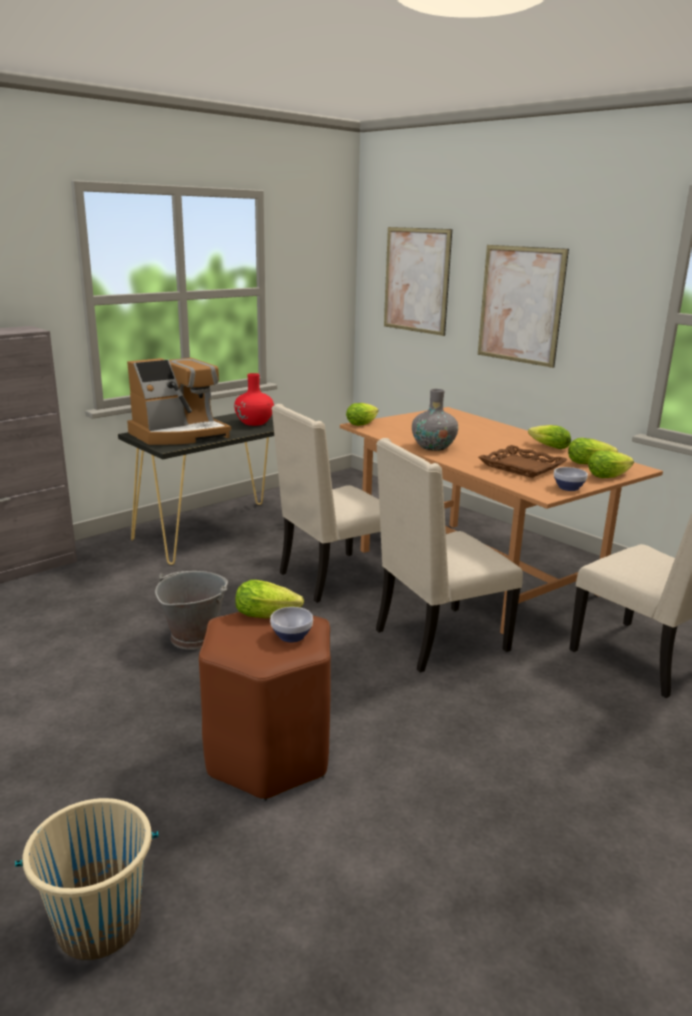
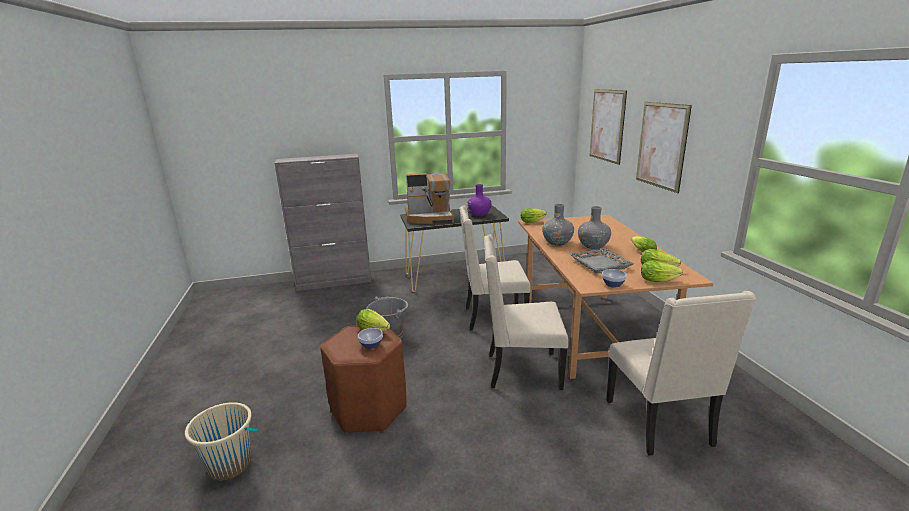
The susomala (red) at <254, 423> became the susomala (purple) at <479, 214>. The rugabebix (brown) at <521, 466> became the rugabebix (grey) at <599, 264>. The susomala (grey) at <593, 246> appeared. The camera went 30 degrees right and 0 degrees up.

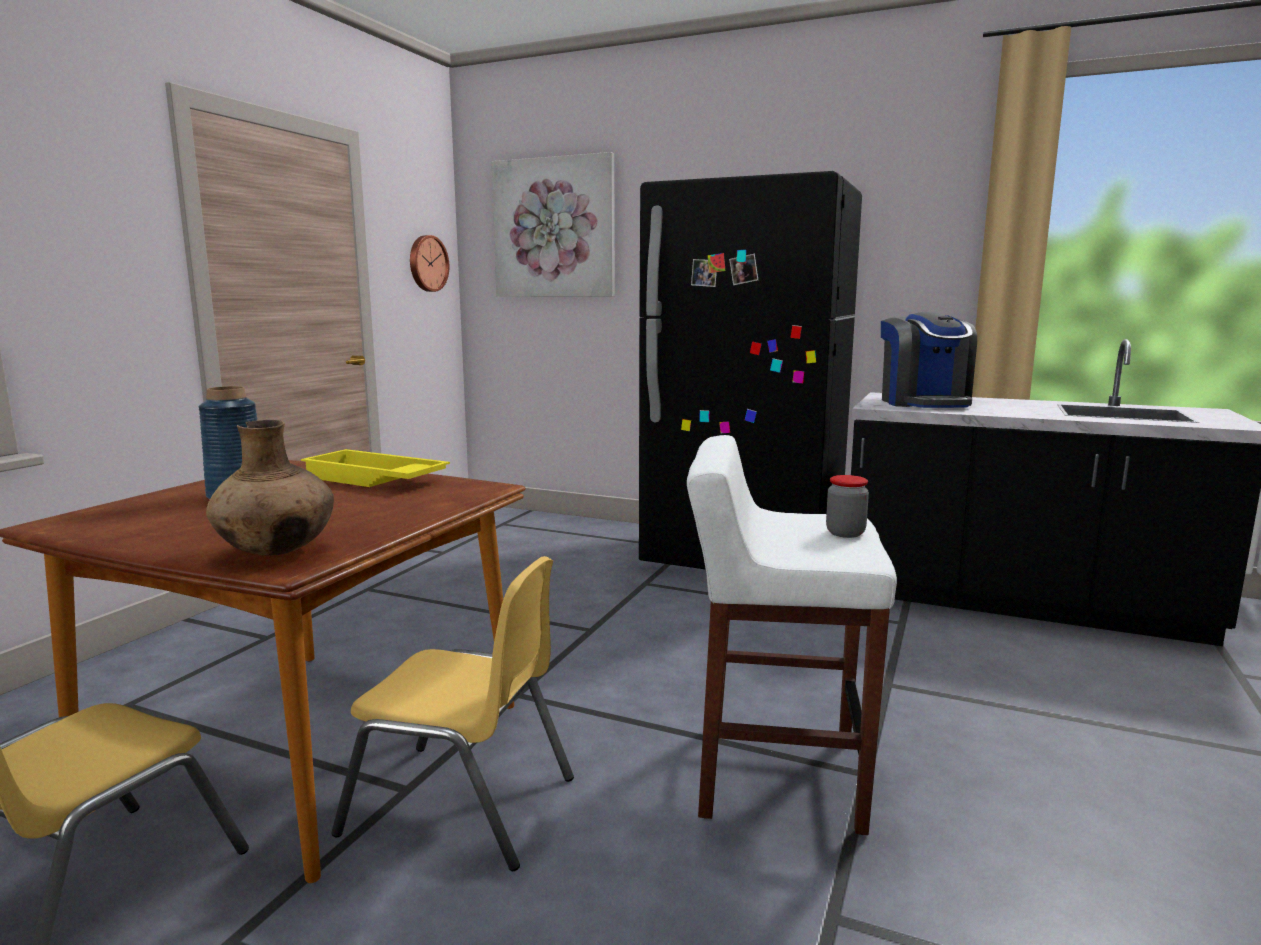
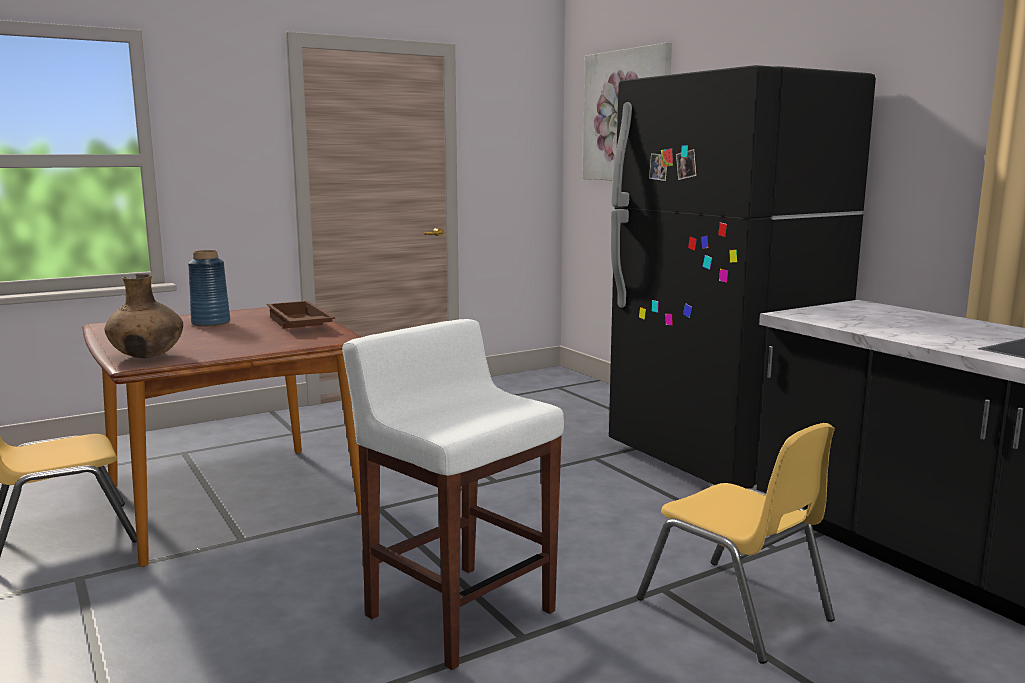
The rugabebix (yellow) at <373, 480> became the rugabebix (brown) at <298, 324>. The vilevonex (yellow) moved from <461, 805> to <734, 610>. The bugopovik at <427, 263> disappeared. The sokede at <845, 533> disappeared. The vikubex at <924, 403> disappeared. The camera went 35 degrees right and 0 degrees up.

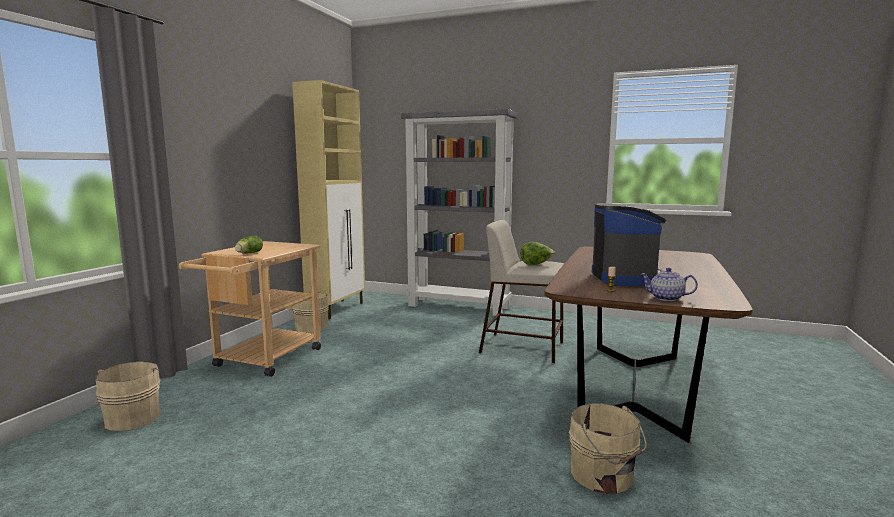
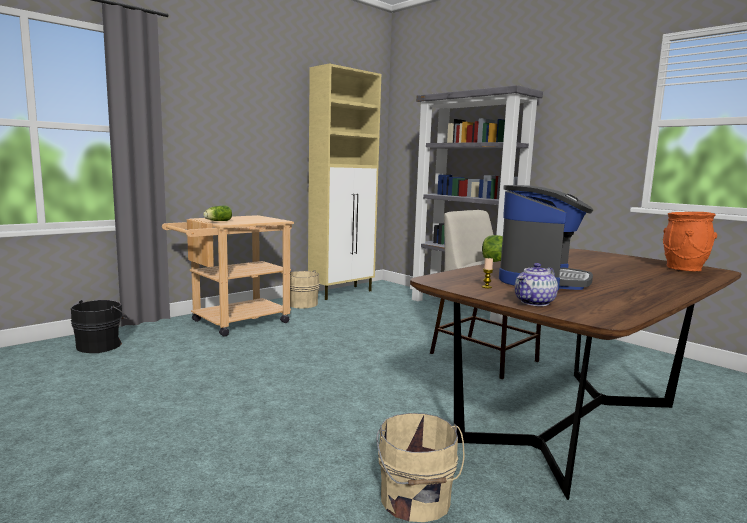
The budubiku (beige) at <134, 417> became the budubiku (black) at <101, 345>. The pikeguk at <666, 298> turned 90 degrees counterclockwise. The susomala (orange) at <684, 268> appeared. The camera went 25 degrees right and 0 degrees up.

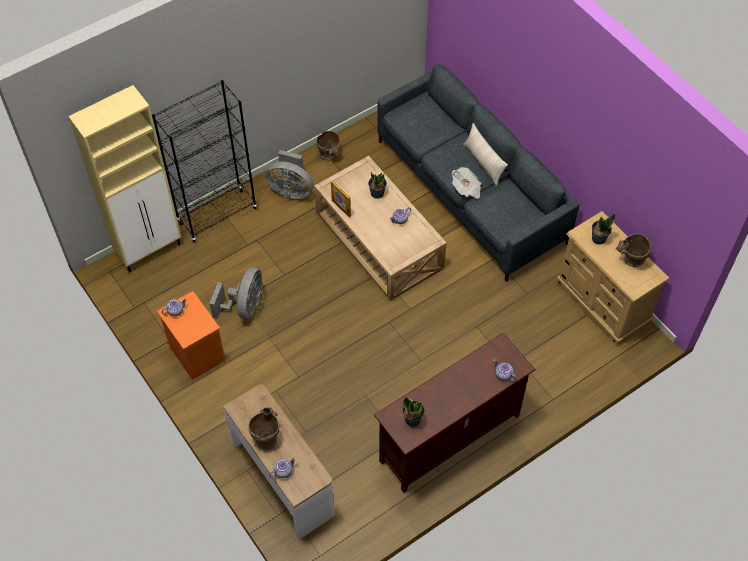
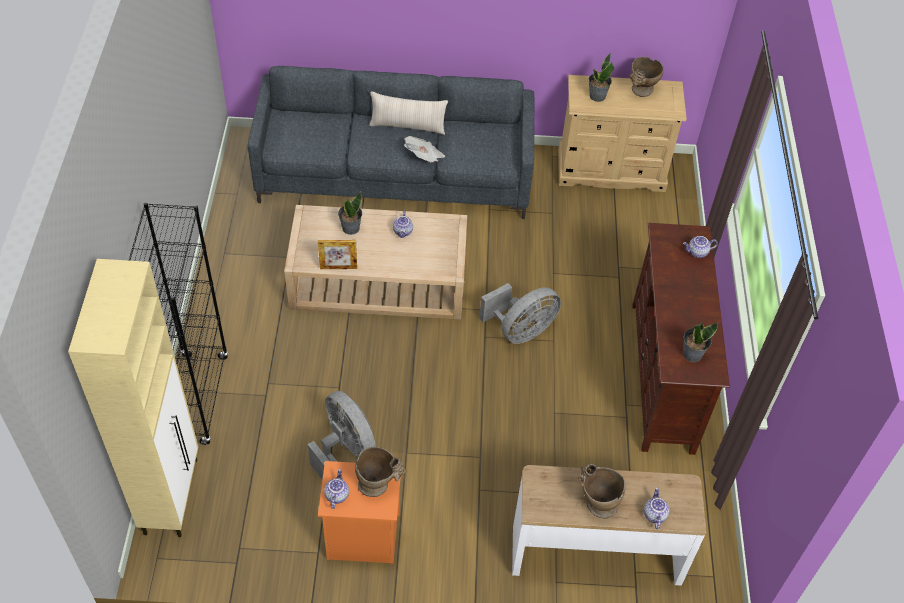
The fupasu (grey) moved from <291, 190> to <521, 330>. The susomala (beige) moved from <329, 156> to <379, 484>. The camera went 55 degrees left and 5 degrees down.

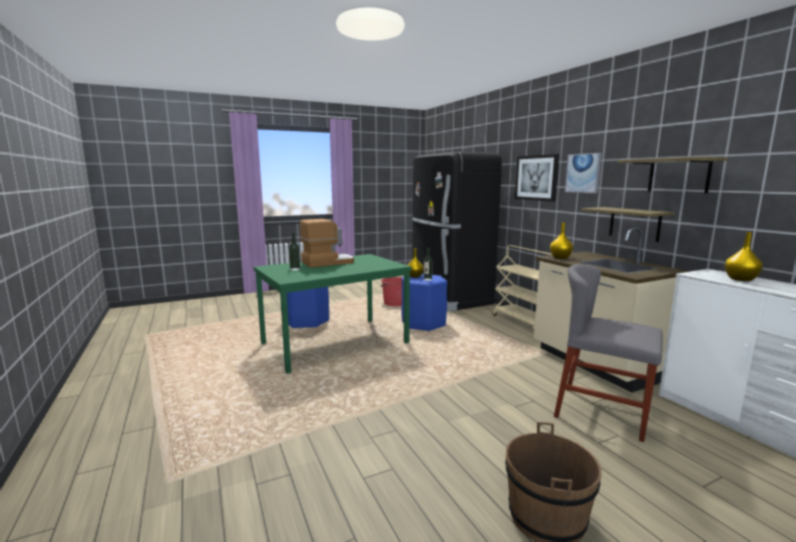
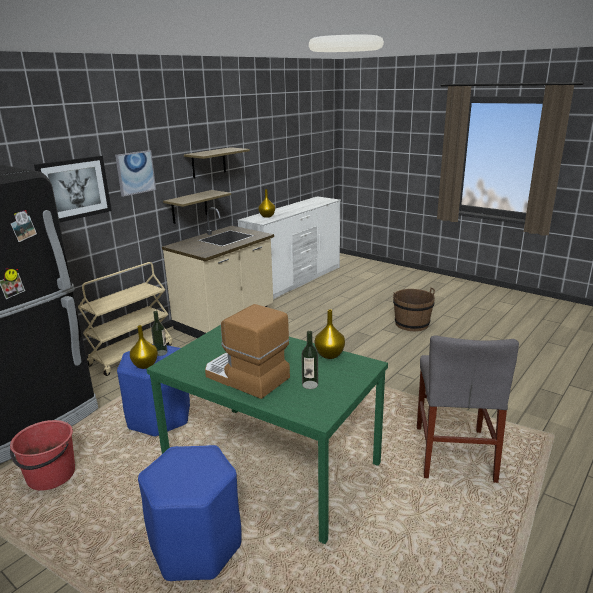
The susomala (yellow) moved from <560, 258> to <329, 355>. The vilevonex (grey) moved from <601, 412> to <453, 453>. The camera went 115 degrees left and 10 degrees up.

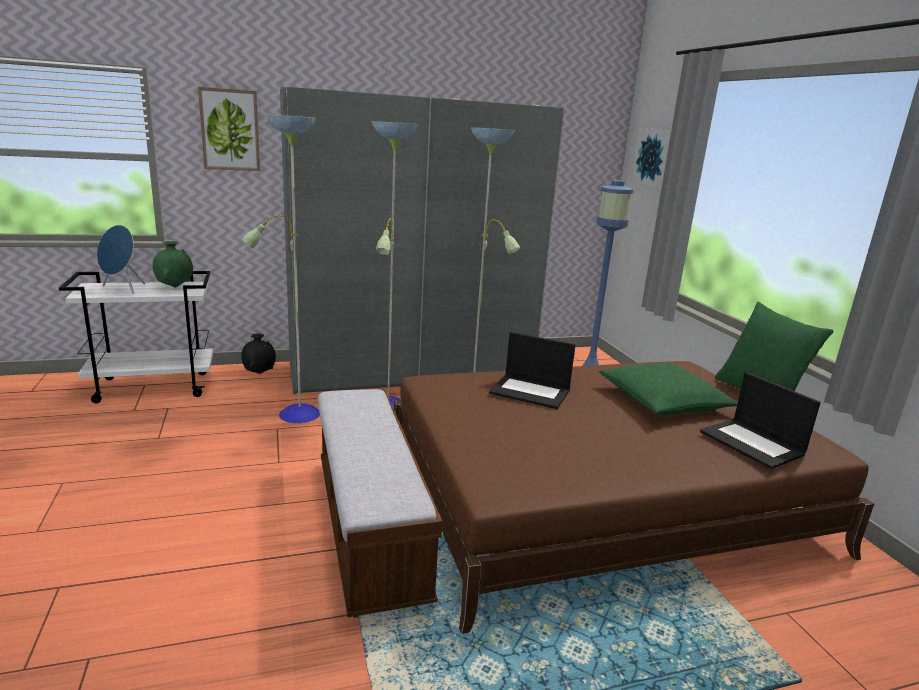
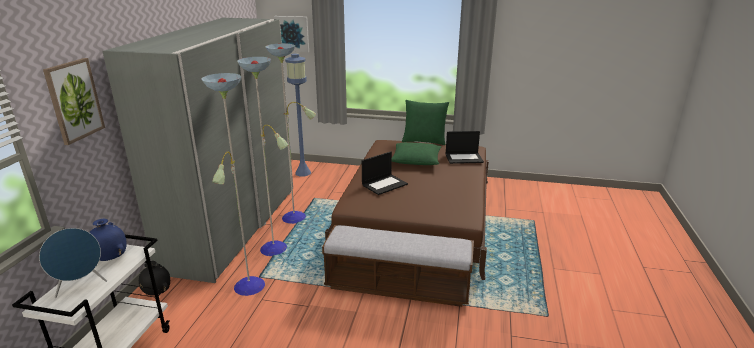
The susomala (green) at <175, 287> became the susomala (blue) at <110, 259>. The camera went 60 degrees left and 5 degrees up.

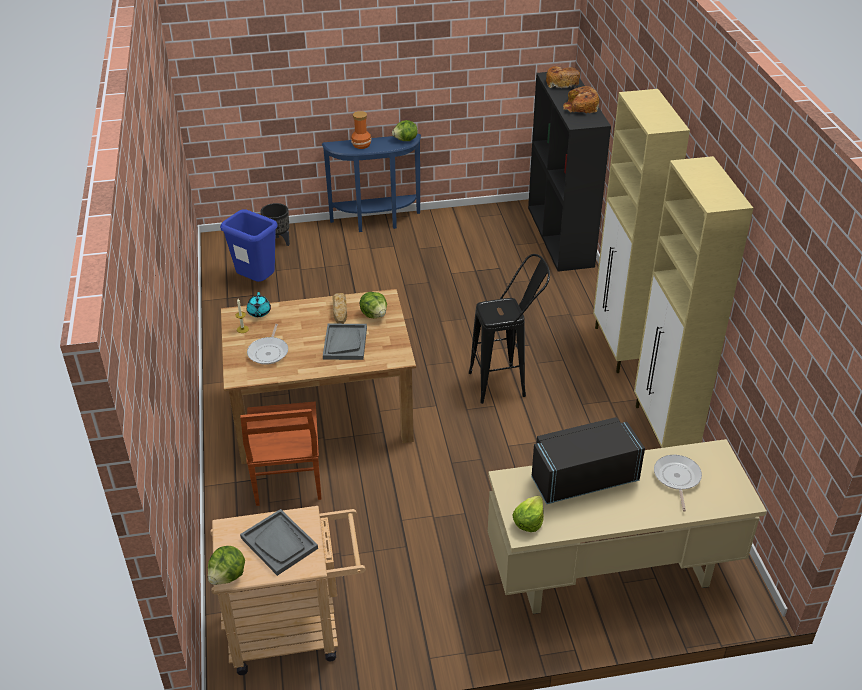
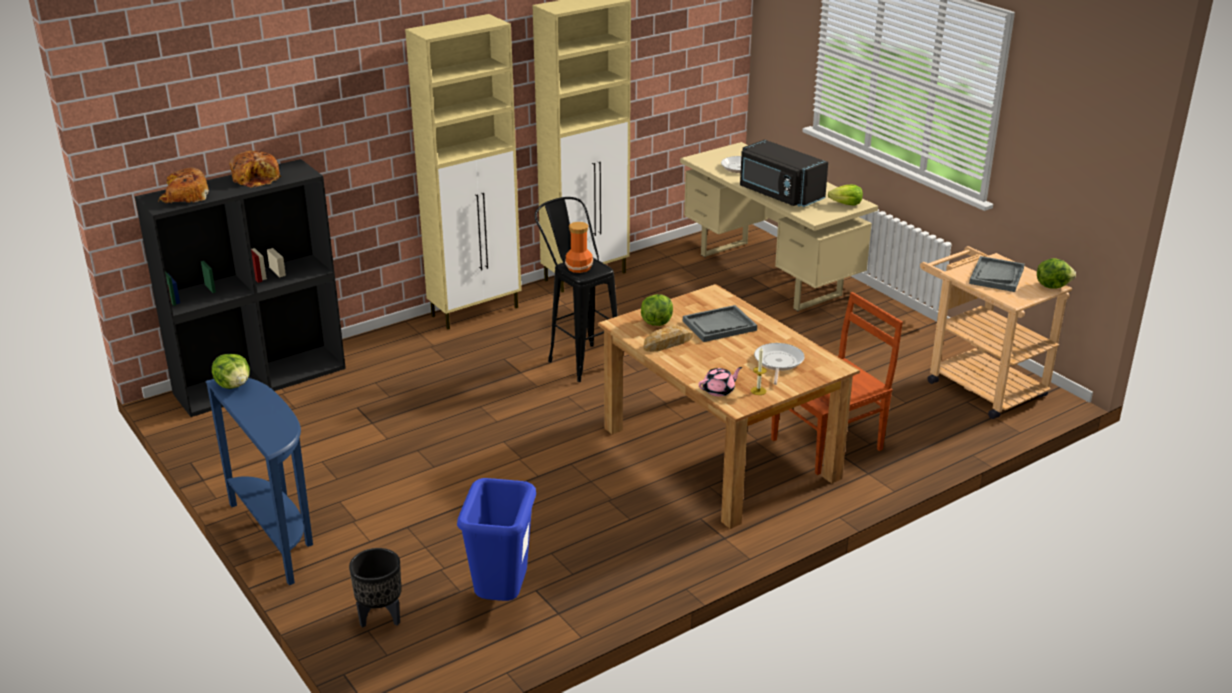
The pikeguk (turquoise) at <259, 312> became the pikeguk (pink) at <719, 390>. The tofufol at <269, 352> turned 60 degrees counterclockwise. The susomala moved from <361, 145> to <579, 267>. The camera went 115 degrees left and 10 degrees down.

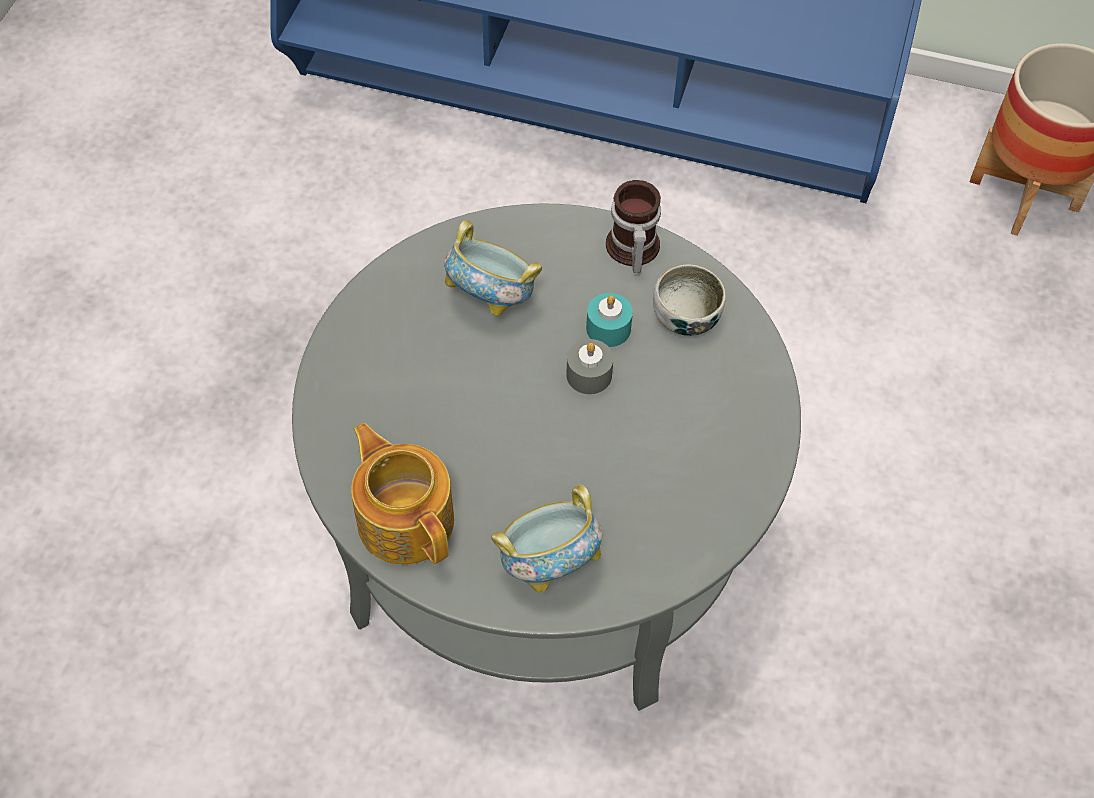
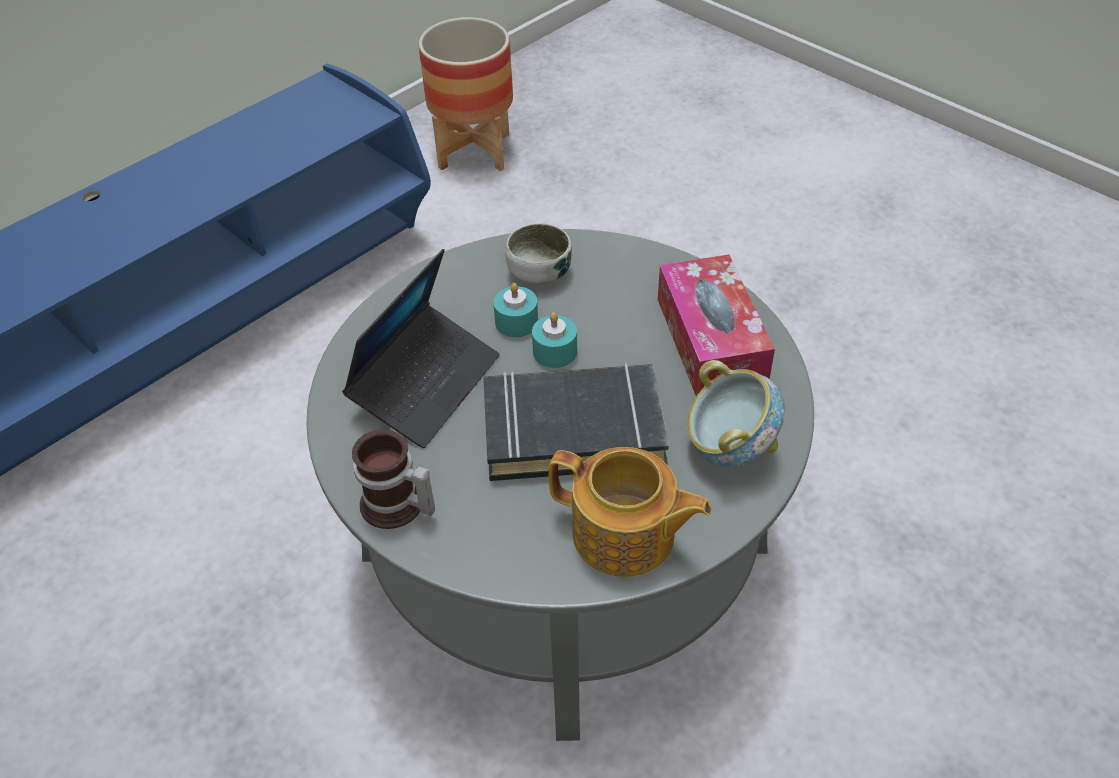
The pikeguk at <405, 518> turned 150 degrees counterclockwise. The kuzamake at <492, 298> was replaced by the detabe at <426, 384>. The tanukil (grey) at <589, 375> became the tanukil (turquoise) at <555, 351>. The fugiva moved from <630, 250> to <396, 508>. The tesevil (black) at <573, 430> appeared. The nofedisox at <711, 340> appeared. The camera went 60 degrees left and 10 degrees down.

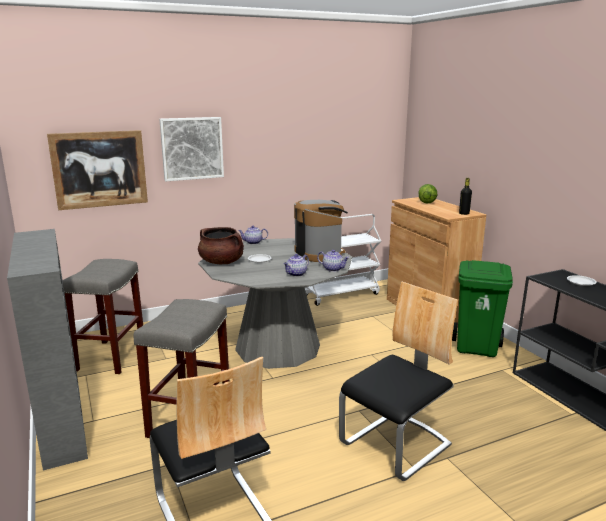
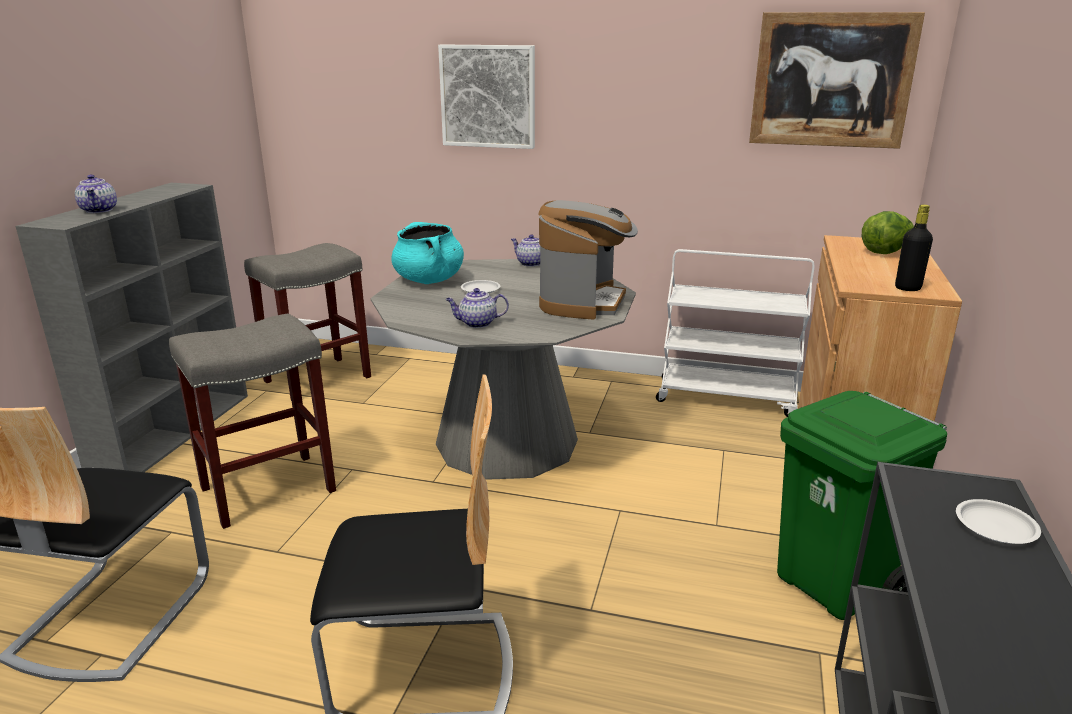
The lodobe moved from <99, 169> to <831, 80>. The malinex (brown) at <222, 262> became the malinex (turquoise) at <429, 280>. The pikeguk moved from <333, 269> to <99, 210>. The camera went 40 degrees right and 5 degrees up.

